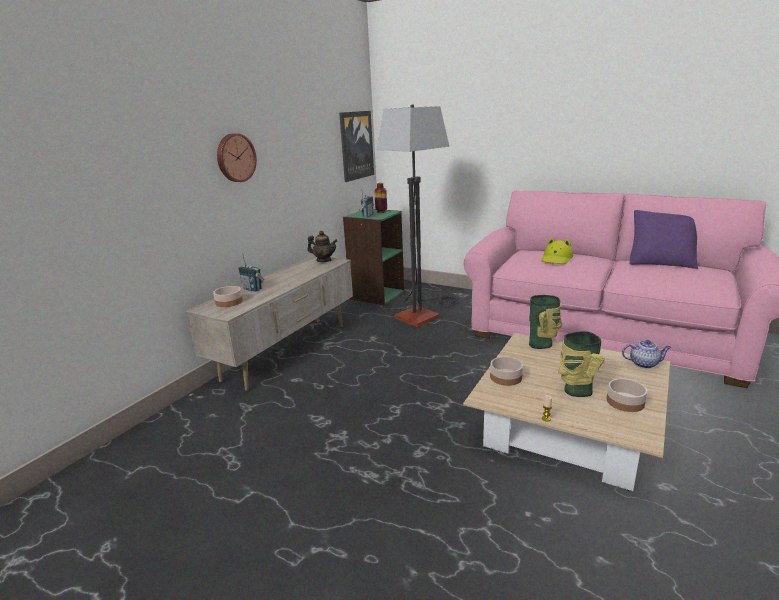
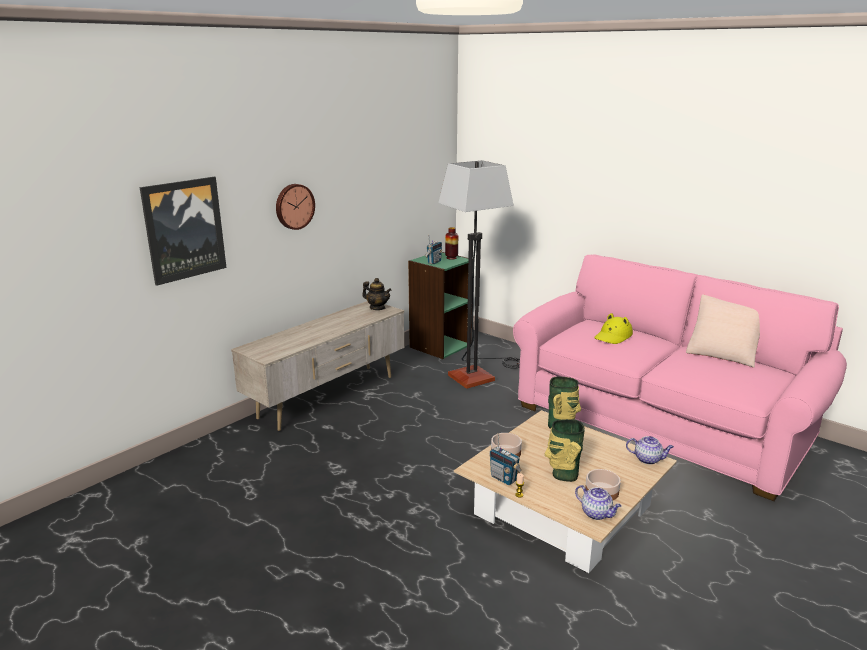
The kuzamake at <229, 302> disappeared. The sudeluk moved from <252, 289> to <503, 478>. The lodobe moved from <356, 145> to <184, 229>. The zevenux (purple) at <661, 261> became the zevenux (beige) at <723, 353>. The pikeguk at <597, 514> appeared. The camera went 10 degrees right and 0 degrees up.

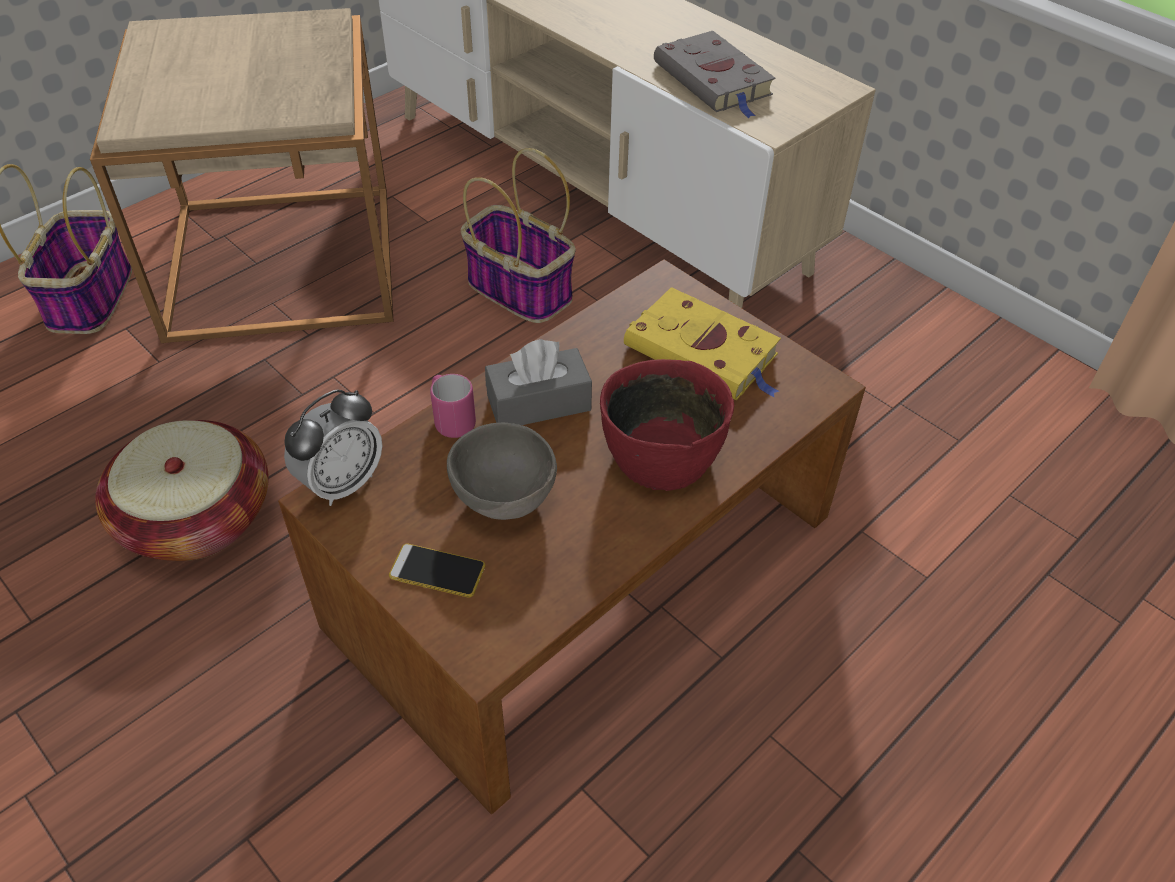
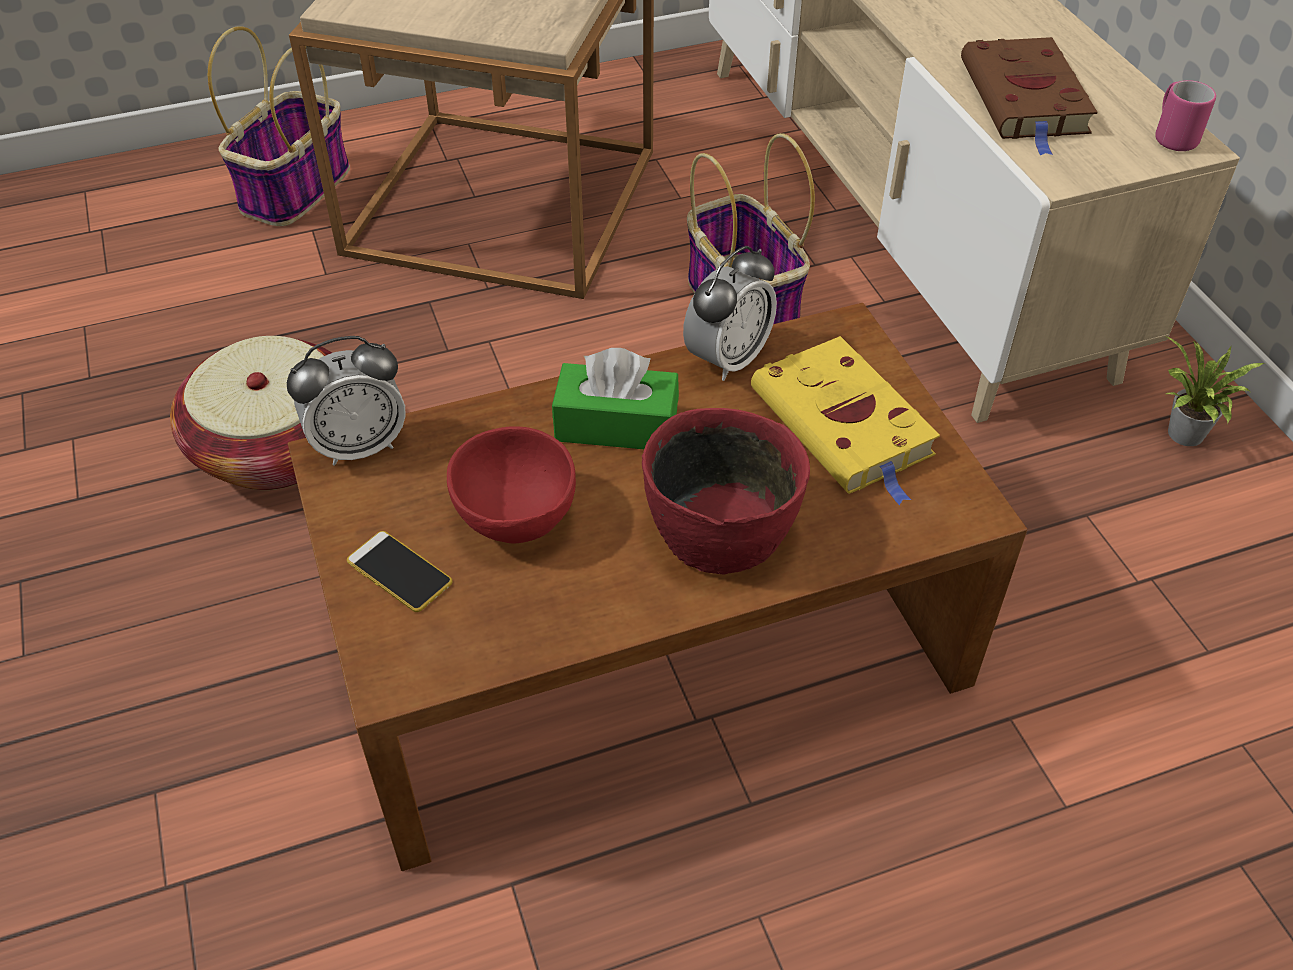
The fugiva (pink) moved from <451, 420> to <1172, 136>. The kuzamake (grey) at <503, 499> became the kuzamake (red) at <514, 519>. The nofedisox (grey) at <539, 403> became the nofedisox (green) at <616, 425>. The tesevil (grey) at <715, 81> became the tesevil (brown) at <1026, 101>. The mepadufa at <727, 359> appeared. The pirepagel at <1183, 437> appeared. The camera went 25 degrees right and 0 degrees up.

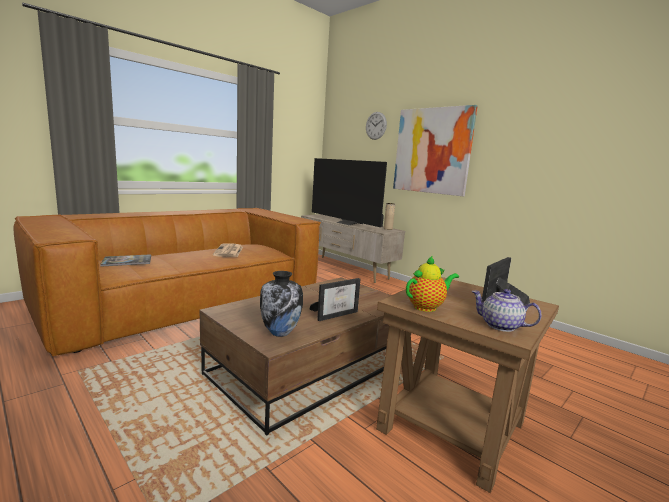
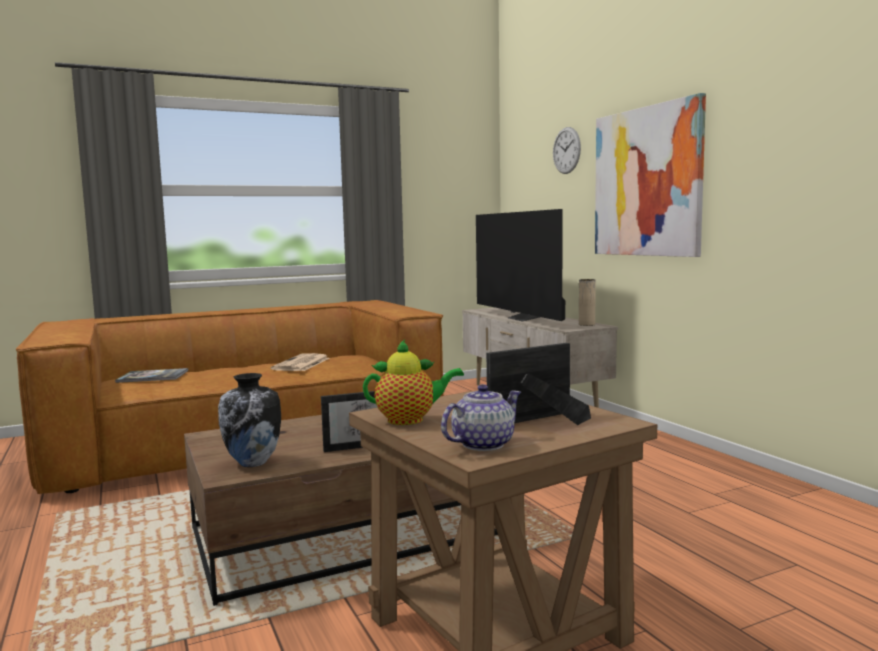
The pikeguk at <501, 326> turned 90 degrees clockwise. The camera went 20 degrees right and 5 degrees down.

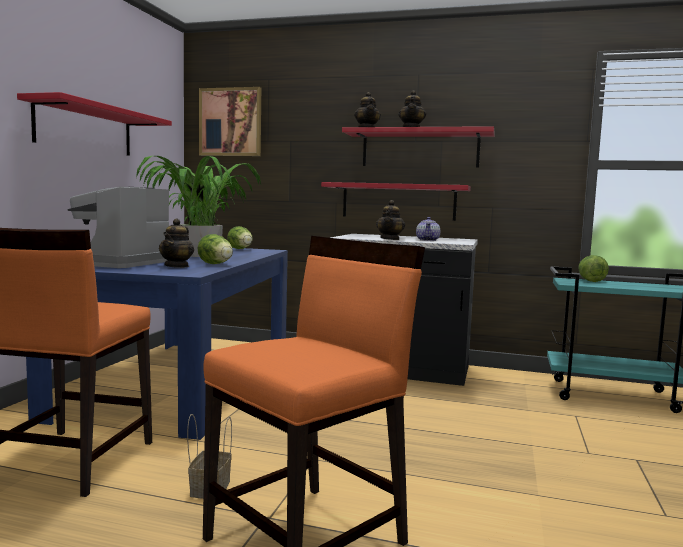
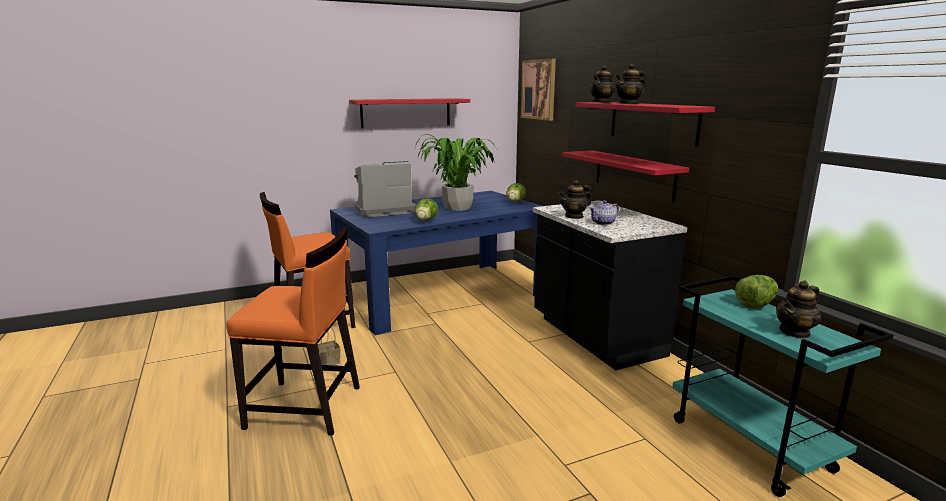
The pikeguk moved from <177, 266> to <795, 332>. The camera went 50 degrees right and 10 degrees up.

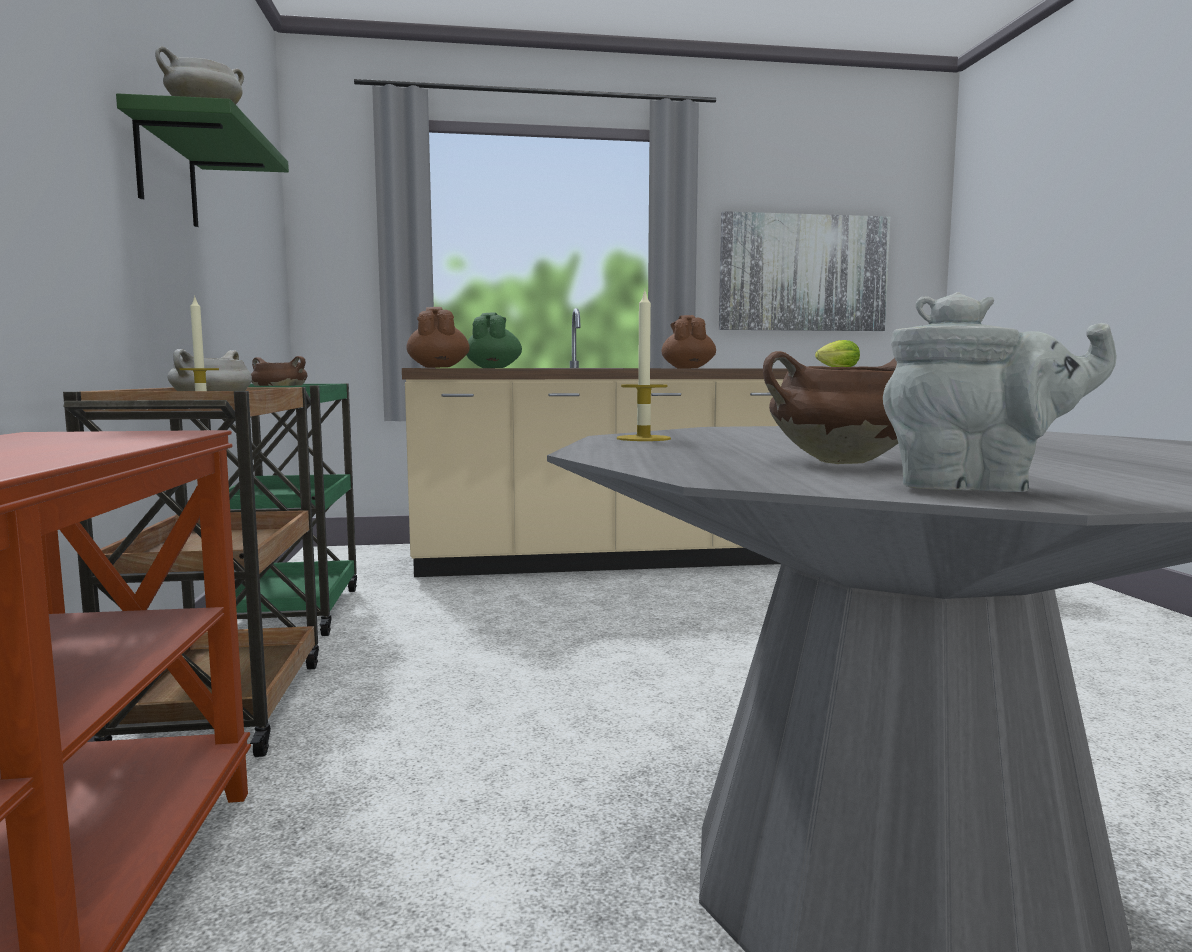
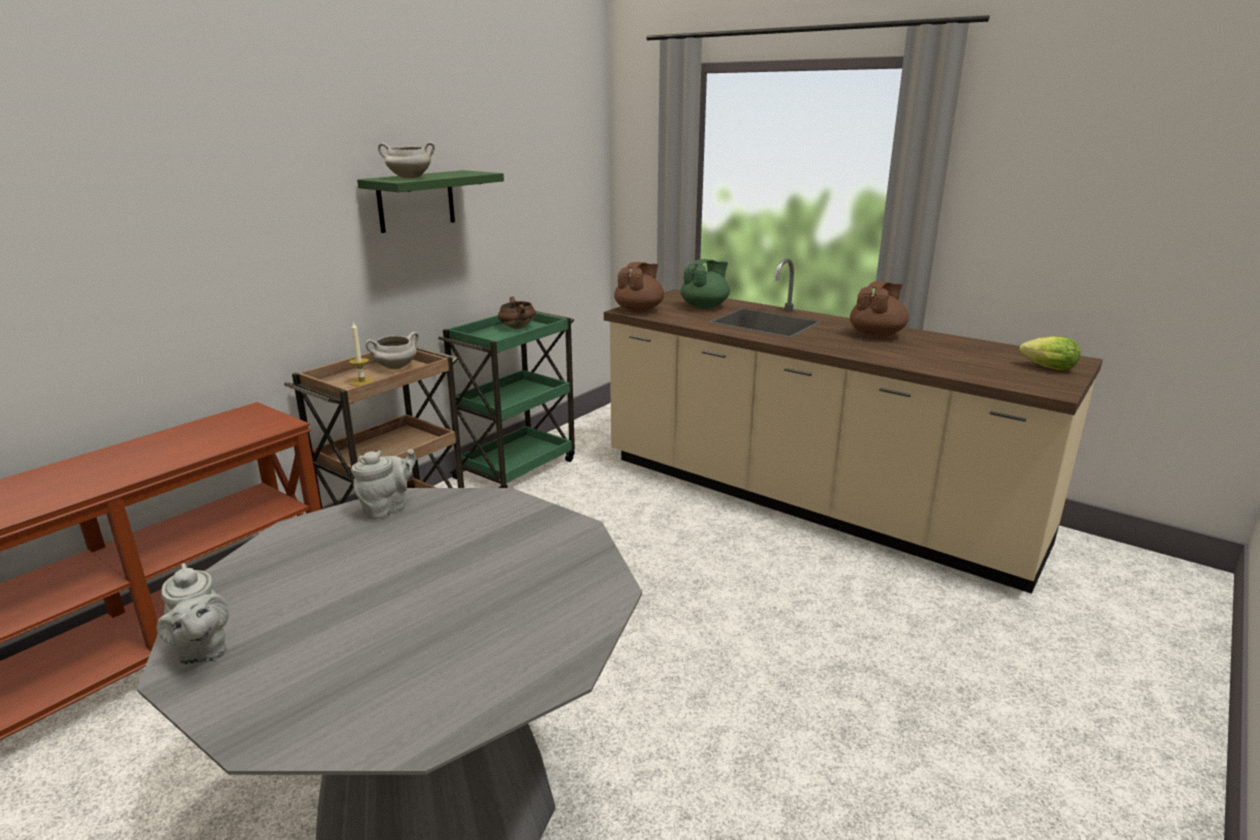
The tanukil at <643, 438> was replaced by the pikeguk (grey) at <387, 508>. The lodobe at <803, 273> disappeared. The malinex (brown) at <842, 462> disappeared. The camera went 45 degrees right and 15 degrees up.

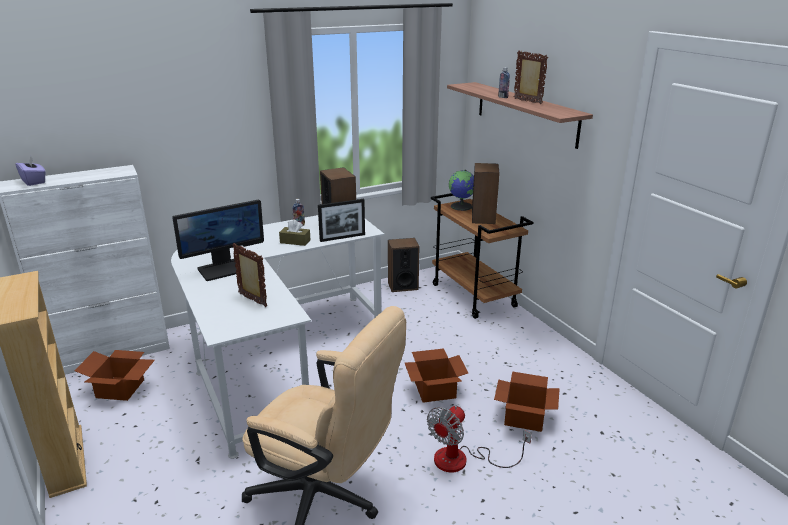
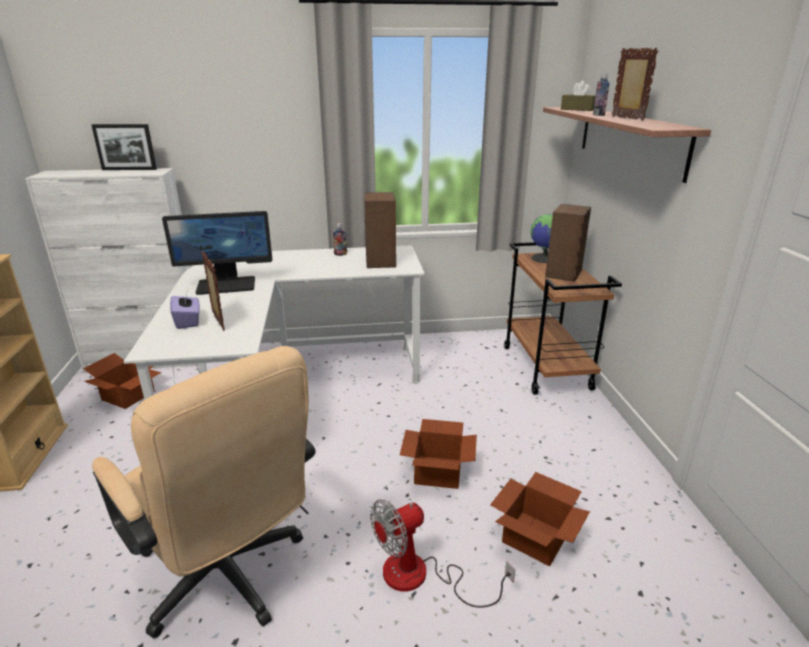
The nofedisox (purple) moved from <34, 181> to <188, 321>. The nofedisox (brown) moved from <295, 241> to <578, 109>. The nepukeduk moved from <342, 238> to <129, 169>. The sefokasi at <402, 286> disappeared. The camera went 20 degrees right and 0 degrees up.

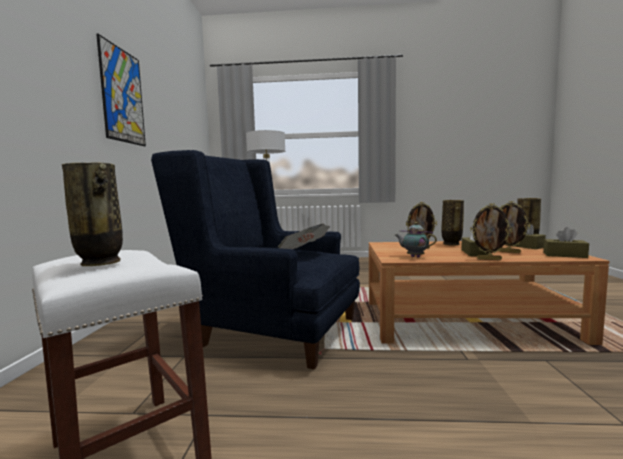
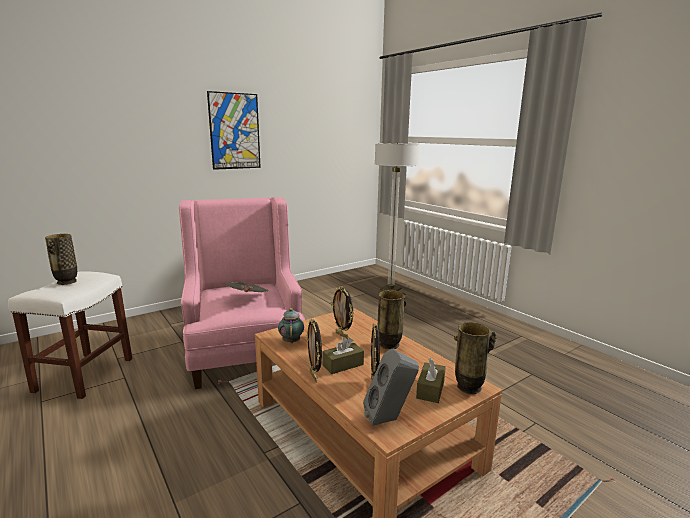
The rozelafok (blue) at <269, 329> became the rozelafok (pink) at <244, 349>. The nofedisox (brown) at <564, 255> was replaced by the sefokasi (grey) at <390, 419>. The camera went 50 degrees right and 10 degrees up.

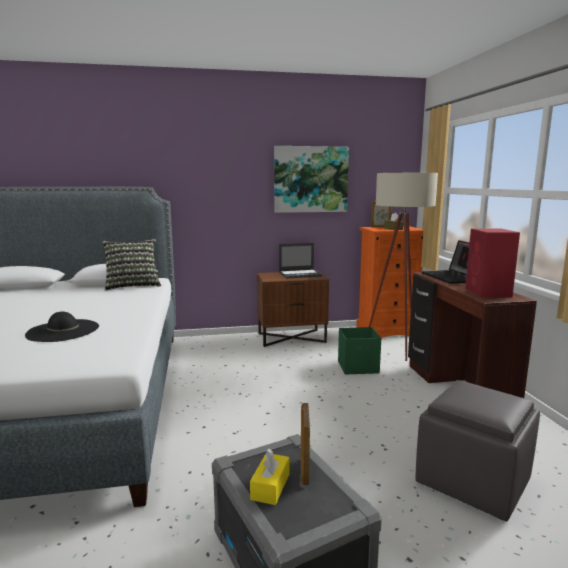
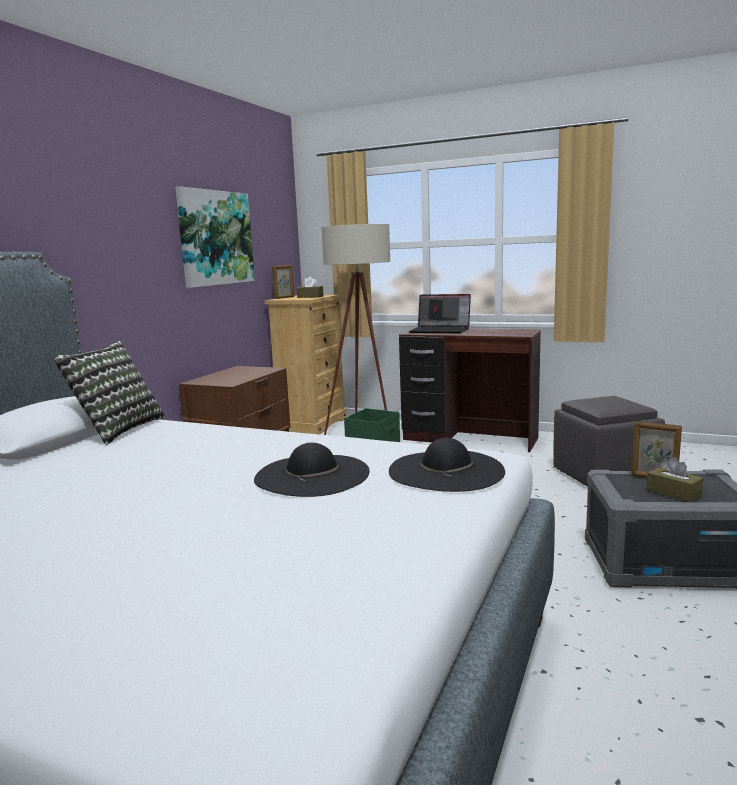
The nofedisox (yellow) at <270, 486> became the nofedisox (brown) at <673, 493>. The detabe at <300, 274> disappeared. The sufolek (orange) at <387, 331> became the sufolek (beige) at <312, 424>. The sefokasi (red) at <488, 293> disappeared. The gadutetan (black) at <446, 470> appeared. The camera went 55 degrees left and 0 degrees up.

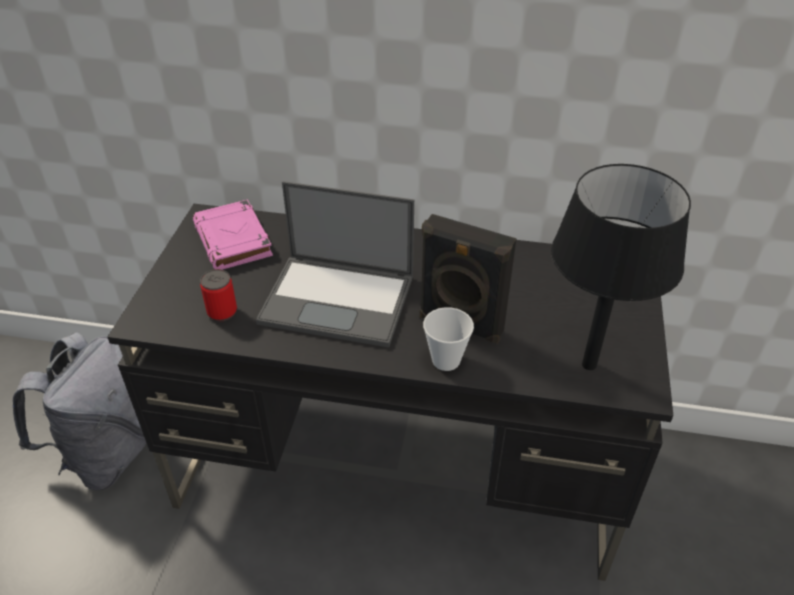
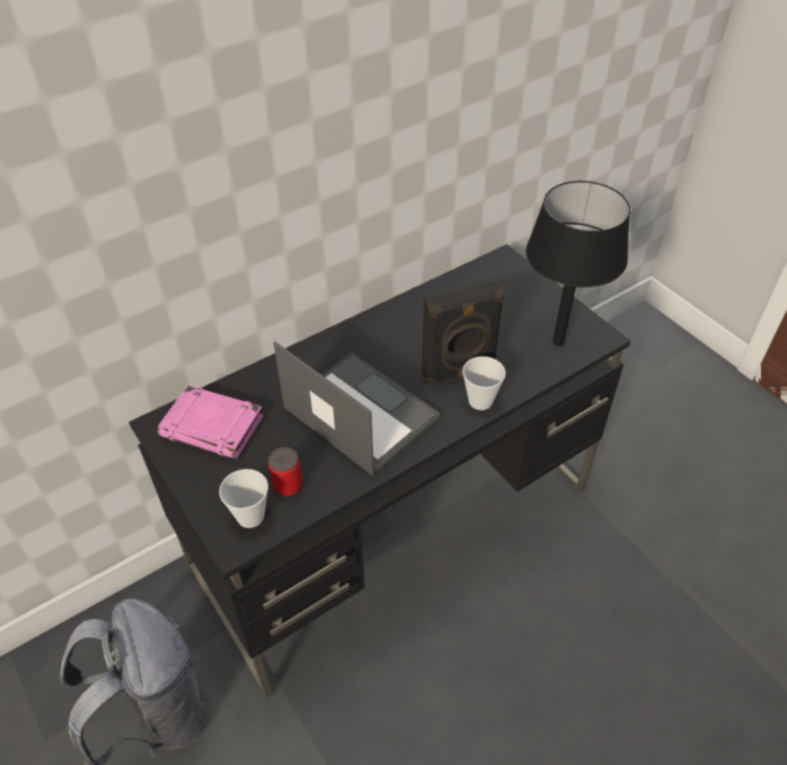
The detabe at <339, 299> turned 105 degrees counterclockwise. The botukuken at <250, 516> appeared. The camera went 45 degrees left and 5 degrees up.

